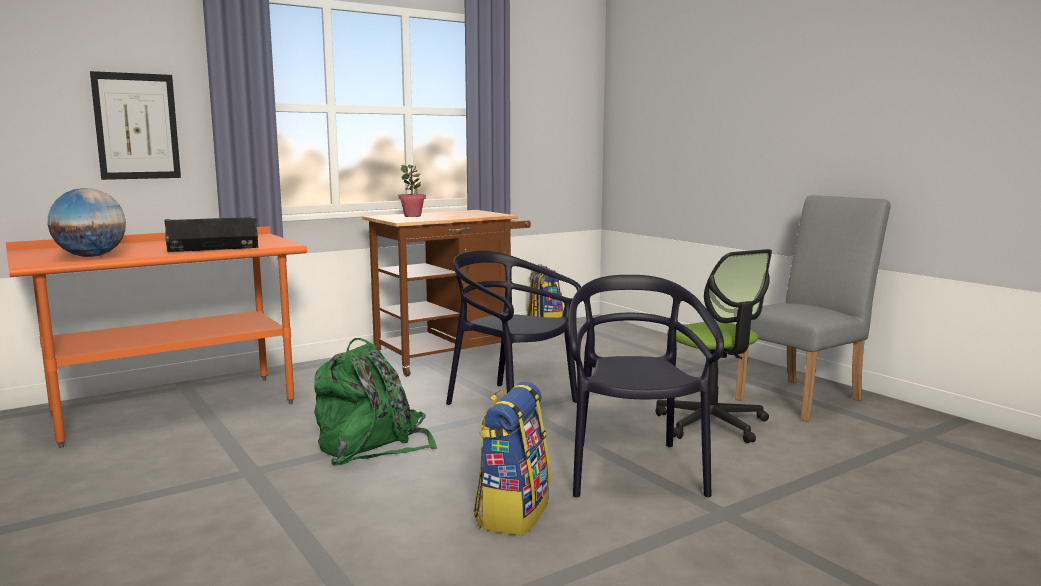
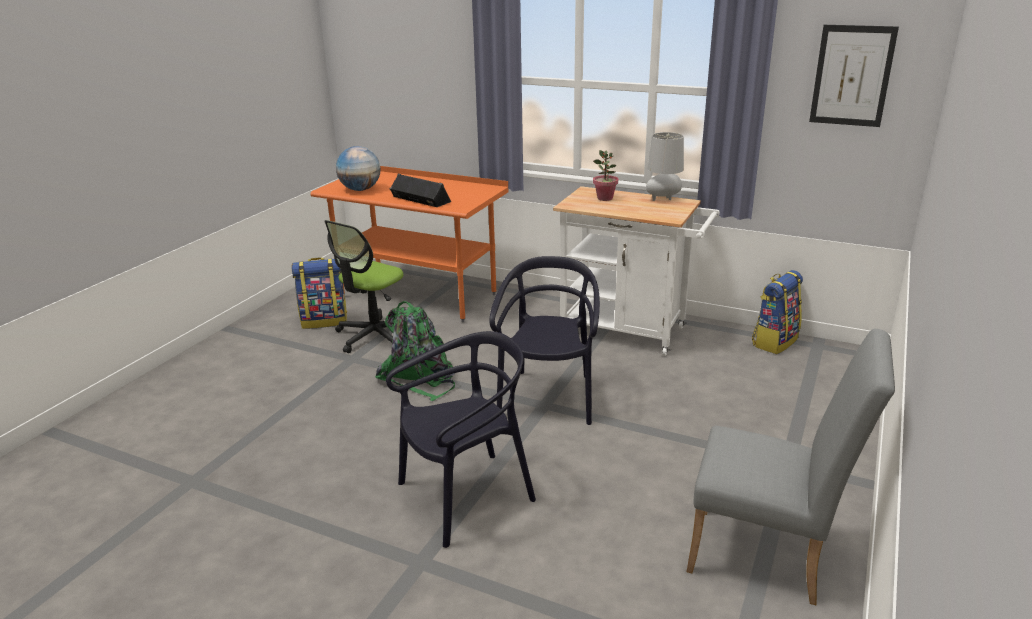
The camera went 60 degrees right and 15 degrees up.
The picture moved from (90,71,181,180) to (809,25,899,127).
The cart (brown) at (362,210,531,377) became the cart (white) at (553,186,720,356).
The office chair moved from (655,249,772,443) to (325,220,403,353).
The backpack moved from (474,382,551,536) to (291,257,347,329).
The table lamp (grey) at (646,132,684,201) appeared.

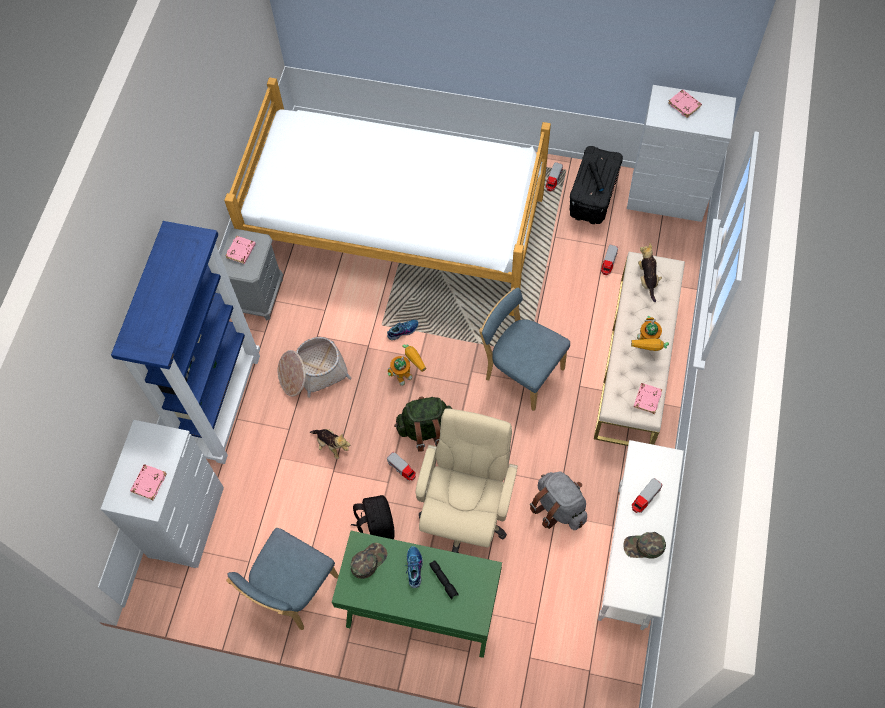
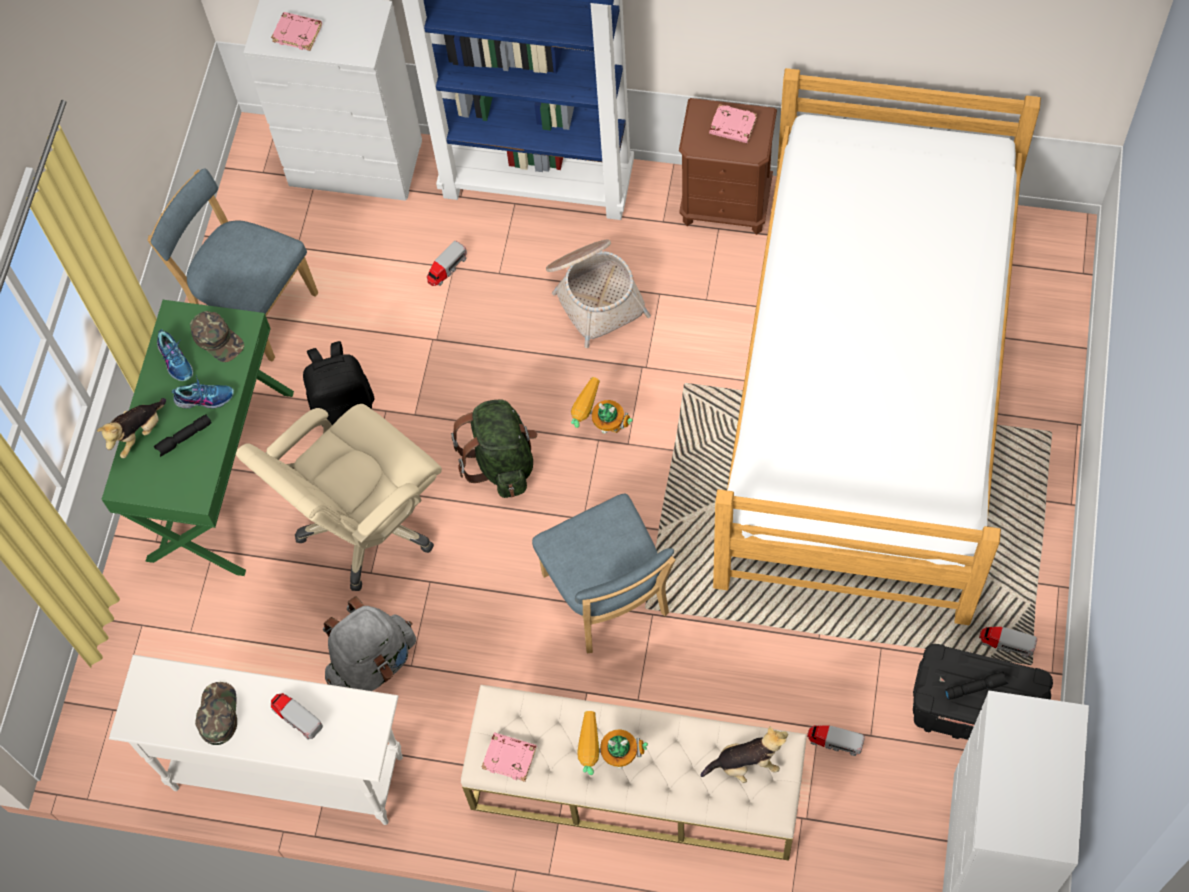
The camera went 90 degrees right and 0 degrees up.
The book (pink) at (668,89,702,118) disappeared.
The nightstand (grey) at (221,228,283,321) became the nightstand (brown) at (679,98,777,235).
The chair (blue) at (479,287,570,411) turned 120 degrees clockwise.
The shoe moved from (387,319,418,340) to (157,329,193,381).
The toy robot at (388,344,426,386) turned 150 degrees clockwise.
The office chair (beige) at (416,408,518,553) turned 120 degrees clockwise.
The plush toy moved from (310,429,350,459) to (97,398,166,458).
The toy truck moved from (387,452,416,481) to (427,241,467,286).

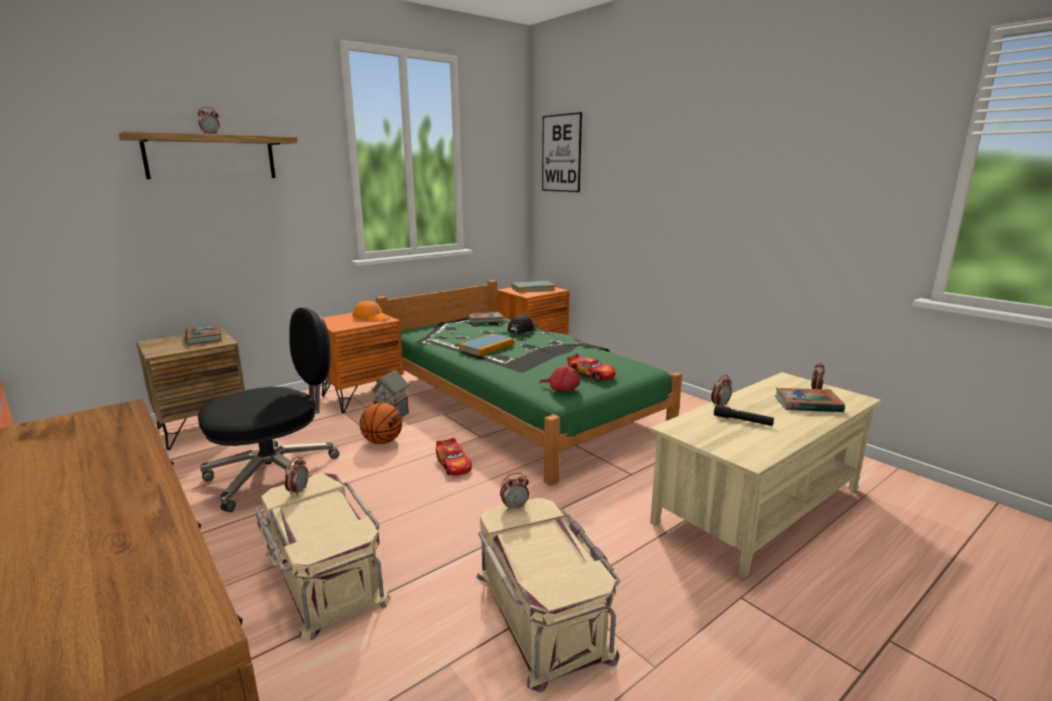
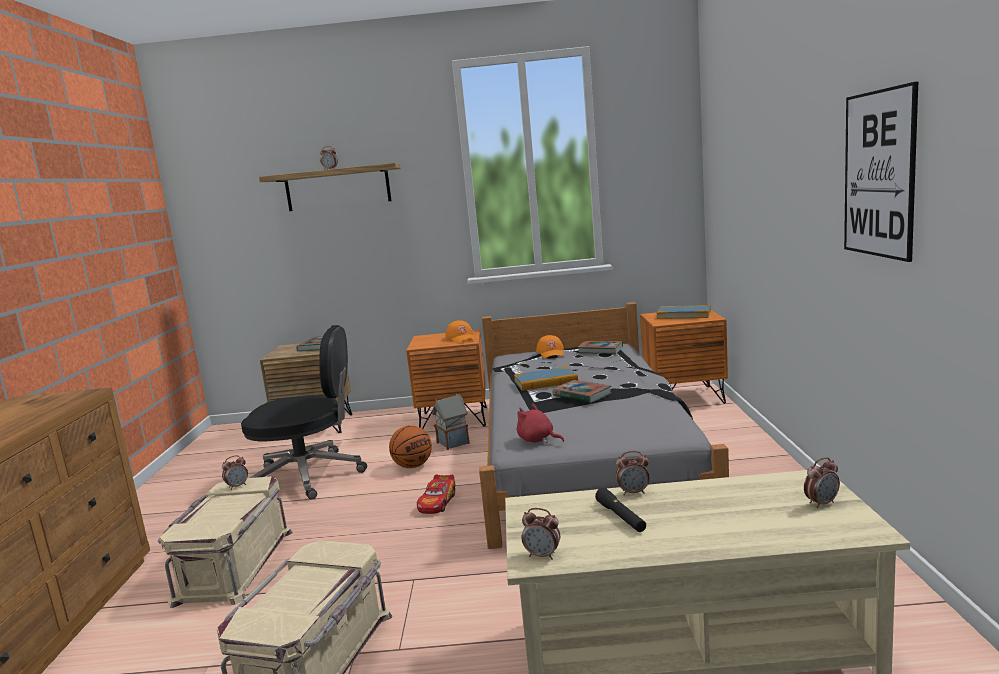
The camera went 40 degrees right and 5 degrees down.
The picture moved from (542,112,582,192) to (844,81,918,262).
The bed (green) at (376,280,682,486) became the bed (grey) at (479,302,729,549).
The cap (black) at (508,314,537,333) disappeared.
The toy car at (567,354,616,382) disappeared.
The plush toy (red) at (539,363,580,392) turned 150 degrees clockwise.
The book moved from (775,388,845,412) to (553,380,611,403).
The alarm clock moved from (500,473,529,511) to (521,508,560,560).
The cap (orange) at (536,335,564,358) appeared.

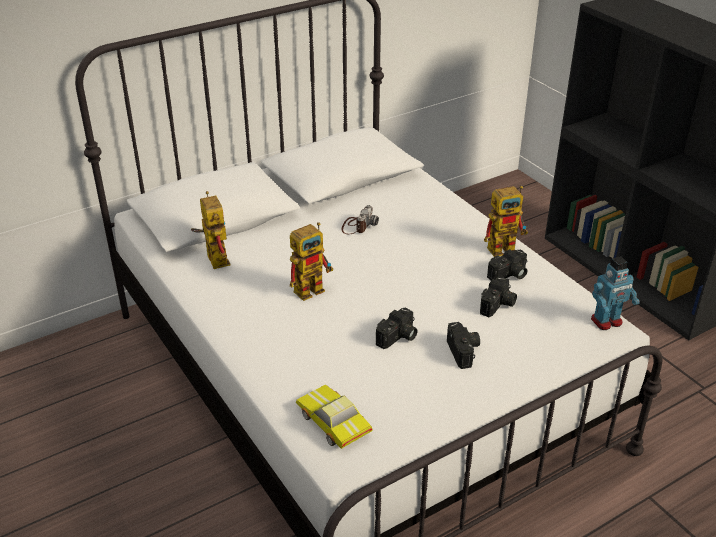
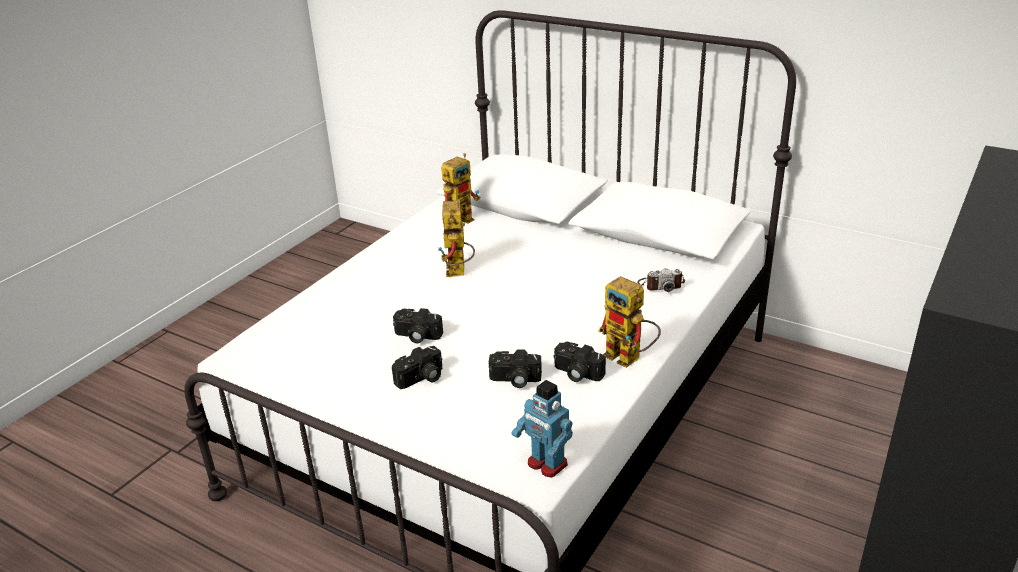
The camera went 65 degrees right and 5 degrees down.
The photo camera moved from (342,205,379,234) to (637,268,685,292).
The toy robot at (290,222,333,301) turned 60 degrees clockwise.
The toy car at (296,384,373,449) disappeared.

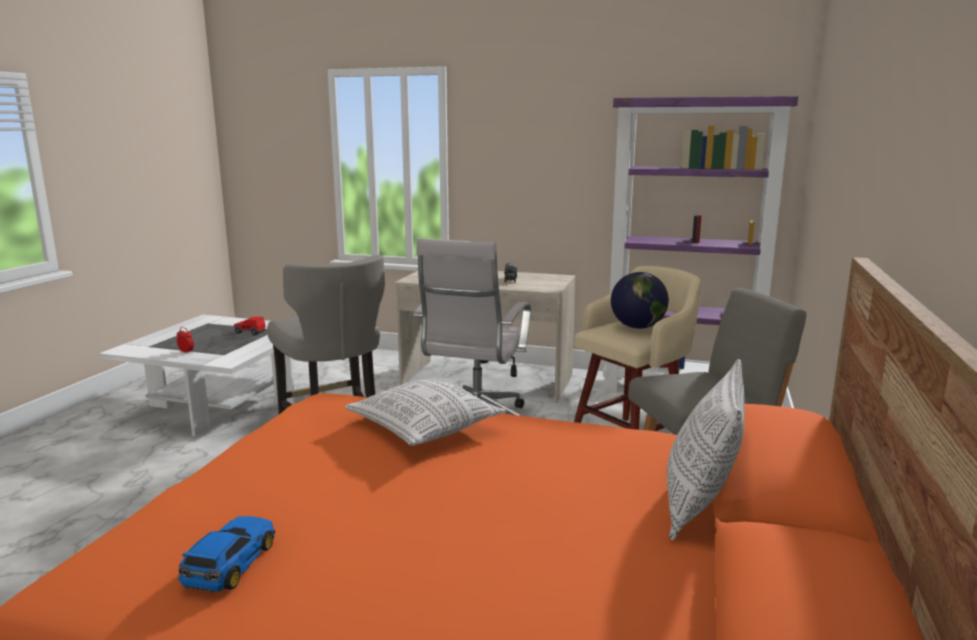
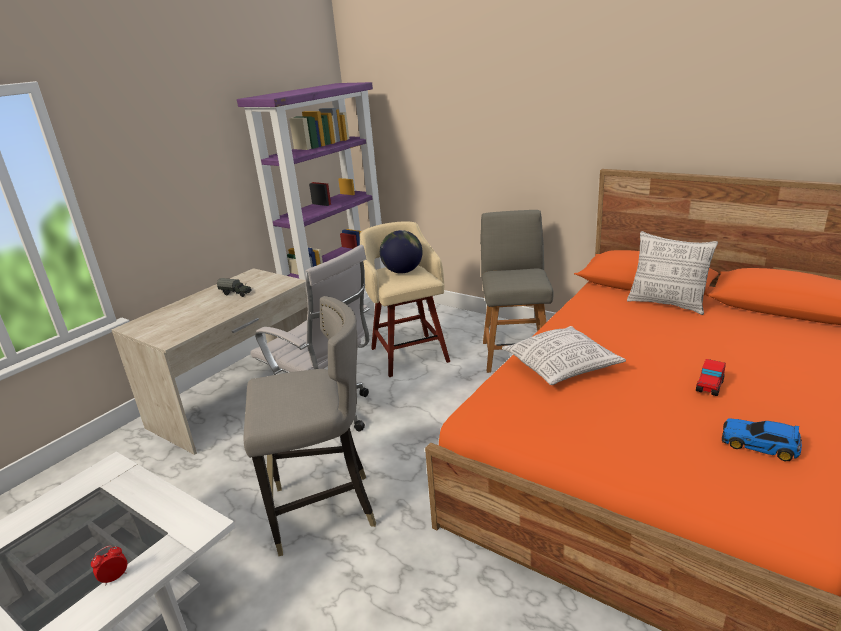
The camera went 70 degrees left and 10 degrees up.
The toy car moved from (234,316,266,335) to (696,359,726,396).

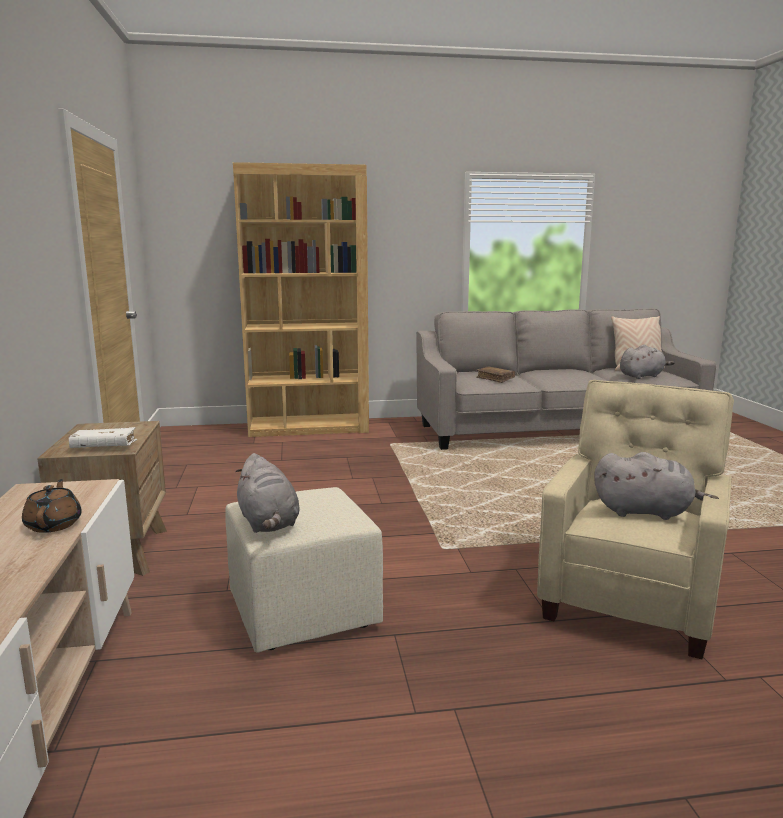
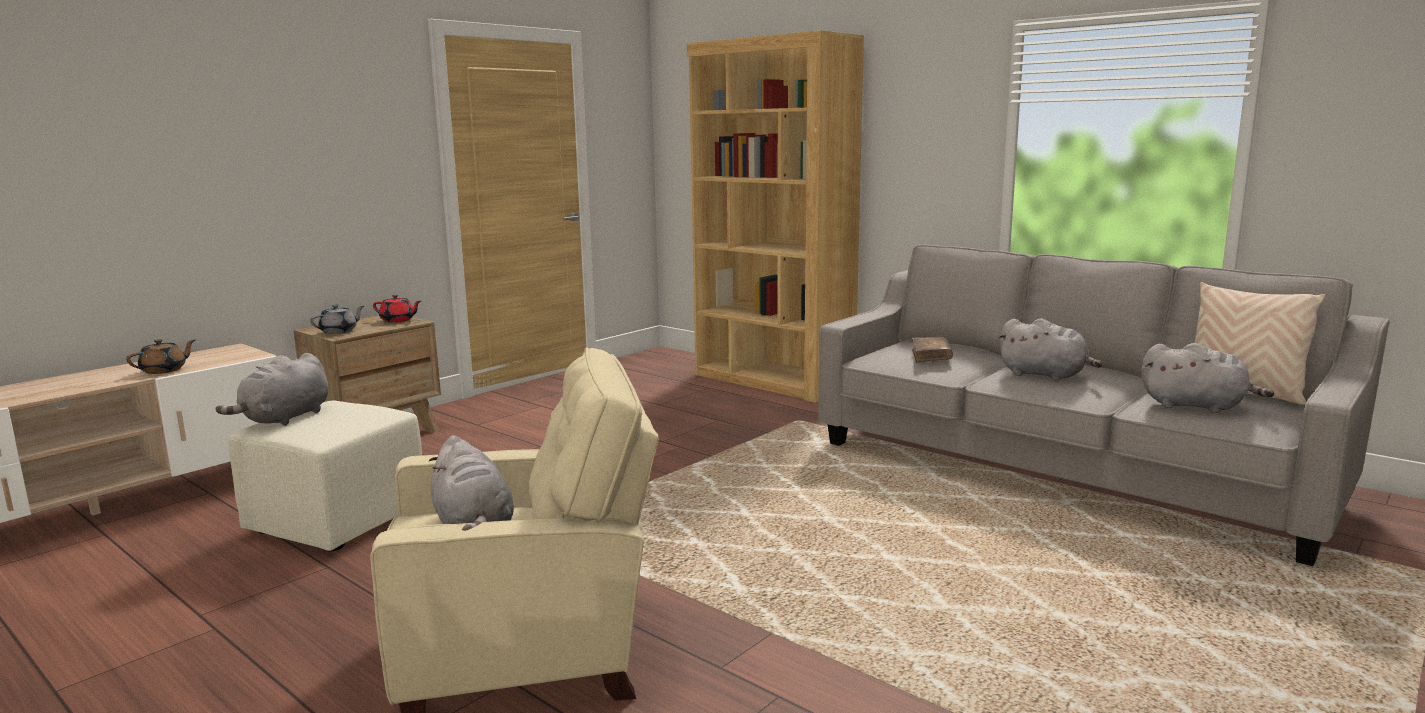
The camera went 50 degrees right and 0 degrees up.
The book (white) at (68,427,137,448) was replaced by the teapot (grey) at (310,304,364,334).
The teapot (red) at (373,294,421,323) appeared.
The plush toy (grey) at (998,318,1102,381) appeared.

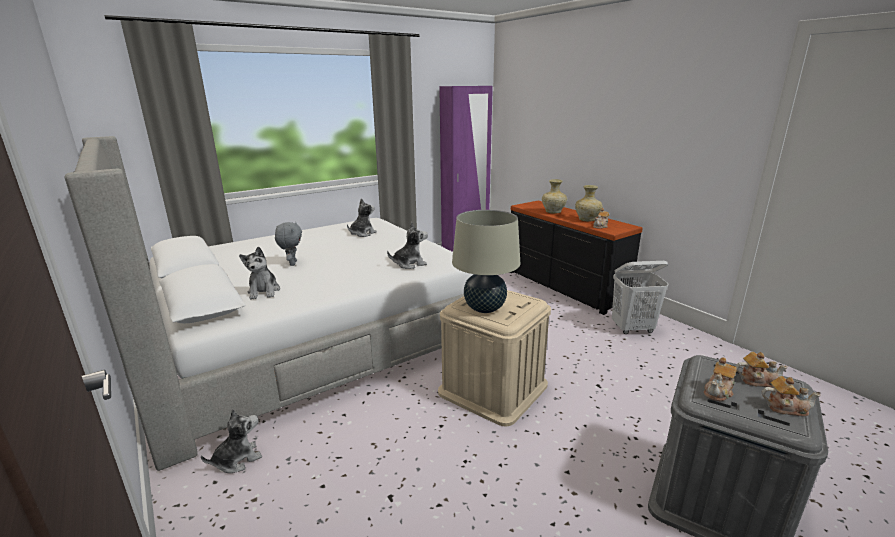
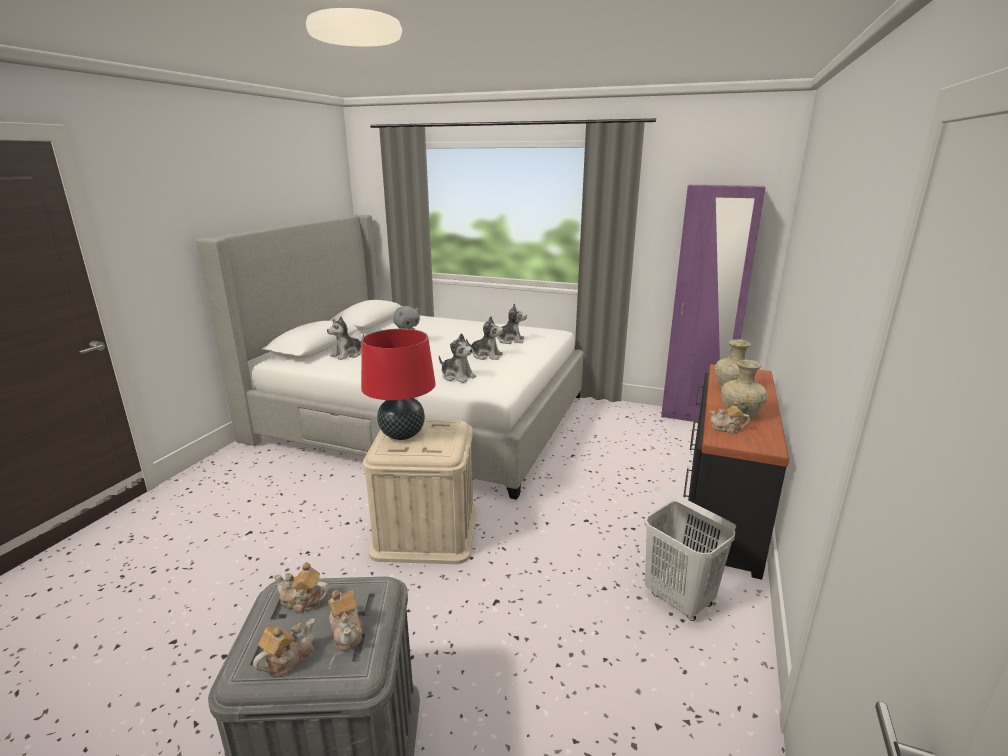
The camera went 55 degrees right and 0 degrees up.
The table lamp (beige) at (452,210,520,313) became the table lamp (red) at (361,329,436,440).
The teapot at (761,376,821,416) turned 120 degrees counterclockwise.
The plush toy moved from (201,409,262,473) to (466,316,504,360).

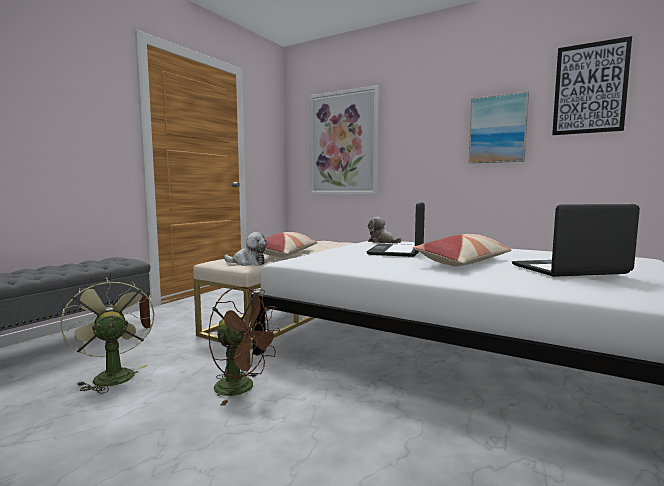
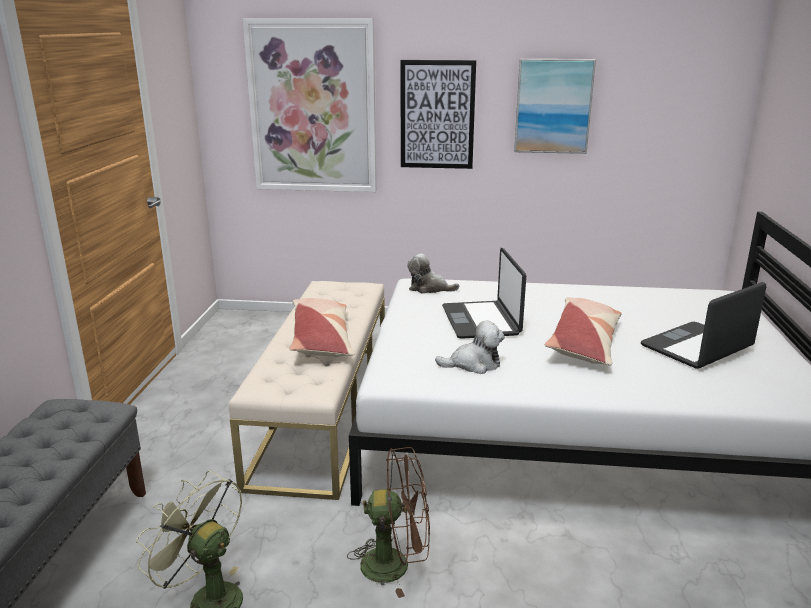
The camera went 25 degrees left and 15 degrees up.
The picture moved from (552,36,632,135) to (400,60,476,169).
The plush toy moved from (224,232,267,266) to (435,321,505,374).

